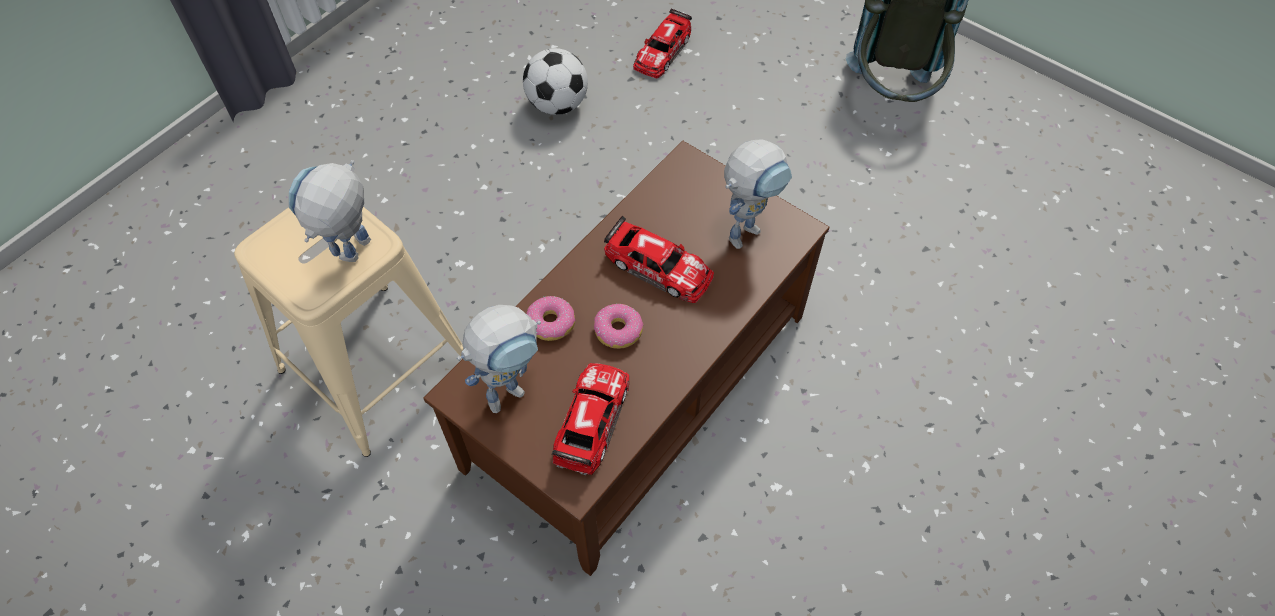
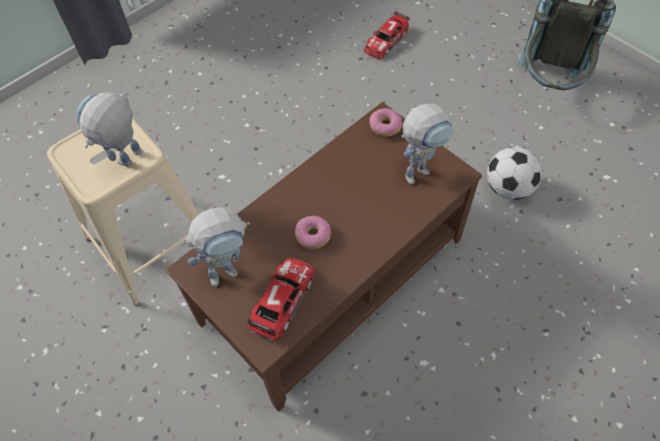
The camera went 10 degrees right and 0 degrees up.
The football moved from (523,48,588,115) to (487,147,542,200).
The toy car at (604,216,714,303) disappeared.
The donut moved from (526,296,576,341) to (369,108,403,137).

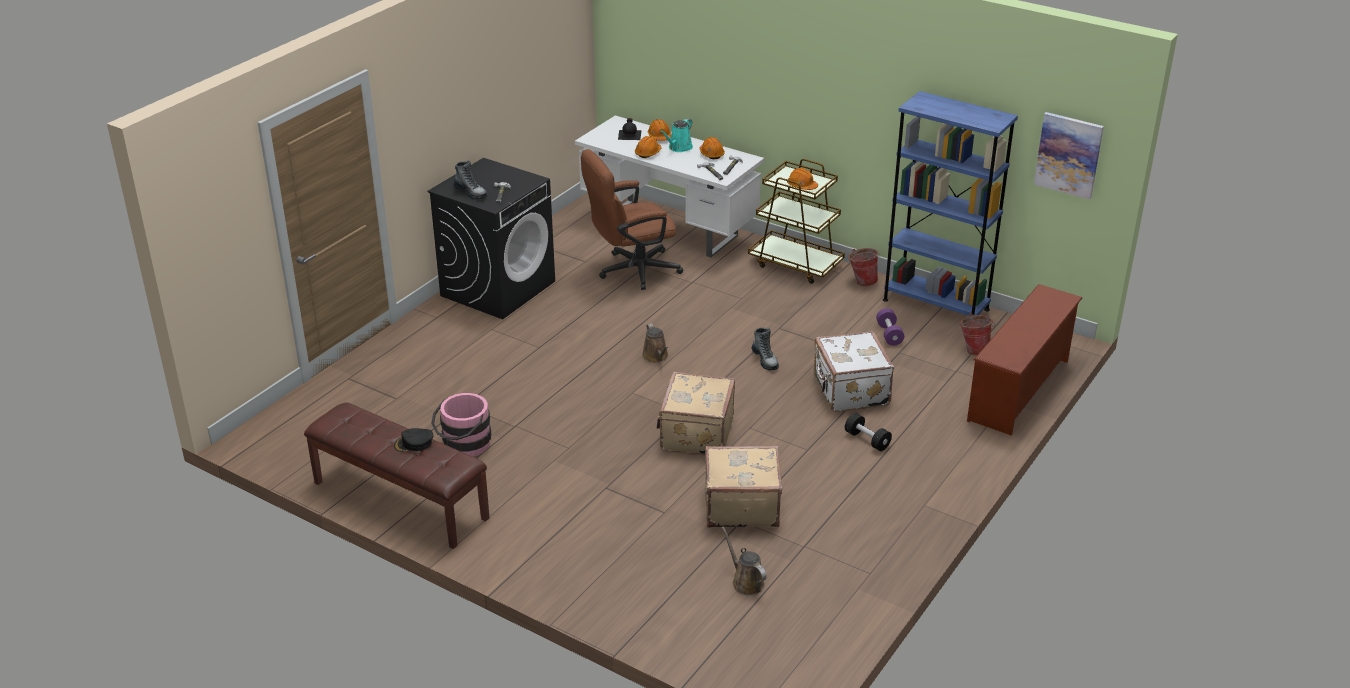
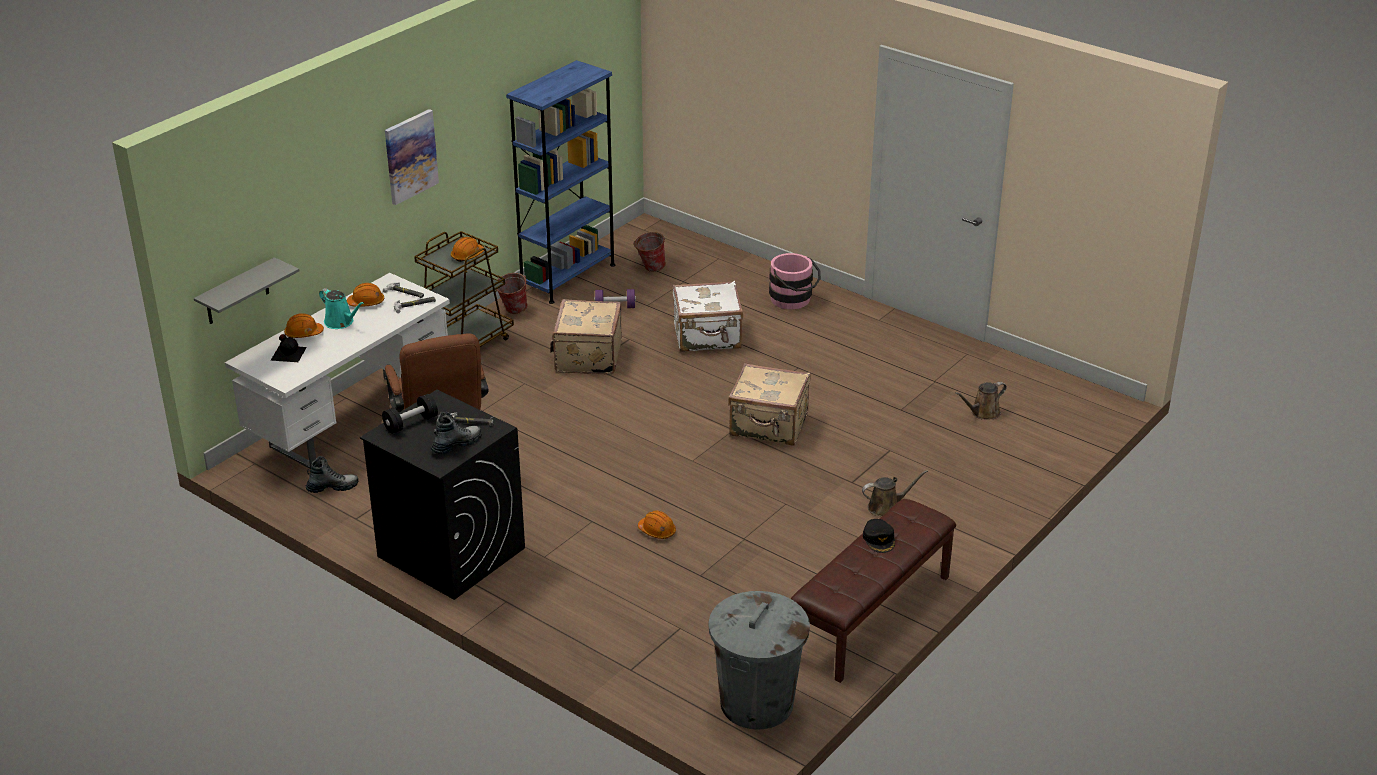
The camera went 85 degrees left and 0 degrees up.
The picture moved from (1034,112,1104,199) to (385,109,439,205).
The hard hat (orange) moved from (635,136,662,158) to (638,511,676,539).
The shoe rack (brown) at (967,284,1082,435) disappeared.
The watering can (brown) moved from (642,323,669,363) to (862,470,928,517).
The boot moved from (752,327,779,370) to (306,456,358,493).
The bucket (pink) moved from (431,393,491,457) to (769,253,821,309).
The dumbbell (black) moved from (845,413,892,451) to (382,394,438,434).
The suitcase (beige) moved from (705,446,782,528) to (550,299,622,374).
The shelf (grey) at (194,257,299,324) appeared.
The trash can (grey) at (709,591,810,729) appeared.

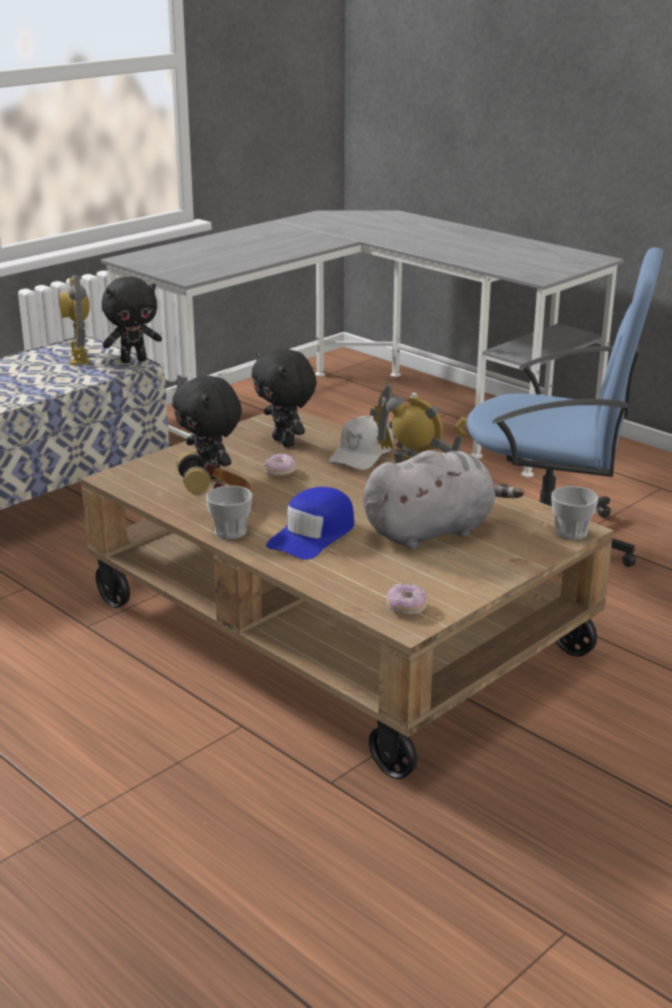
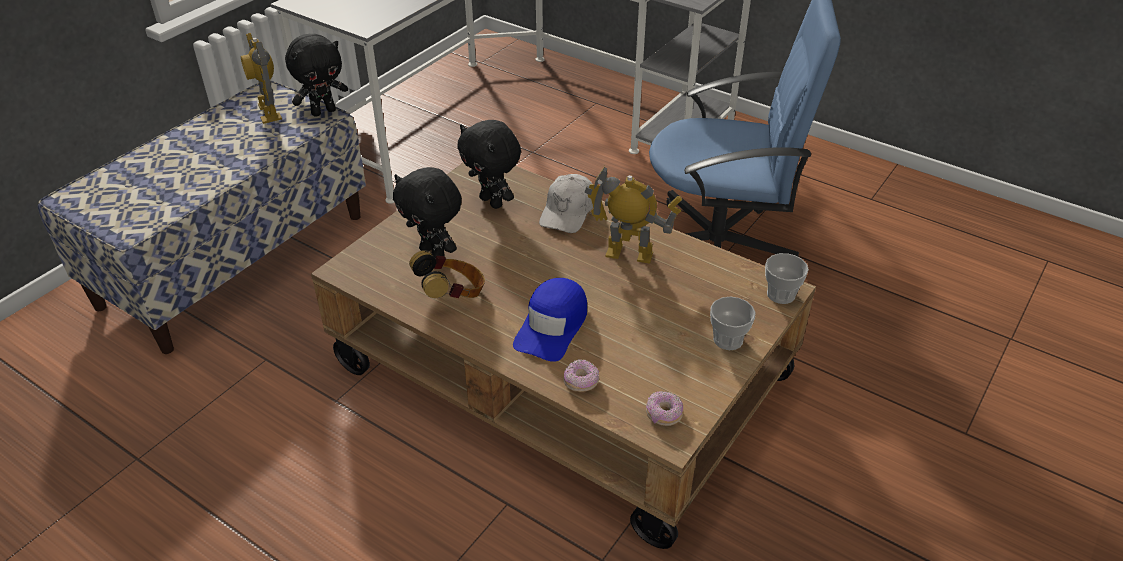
The camera went 10 degrees left and 15 degrees up.
The plush toy (grey) at (363,450,524,549) disappeared.
The donut moved from (264,453,296,476) to (563,359,599,392).
The cup moved from (206,486,252,539) to (710,297,756,350).

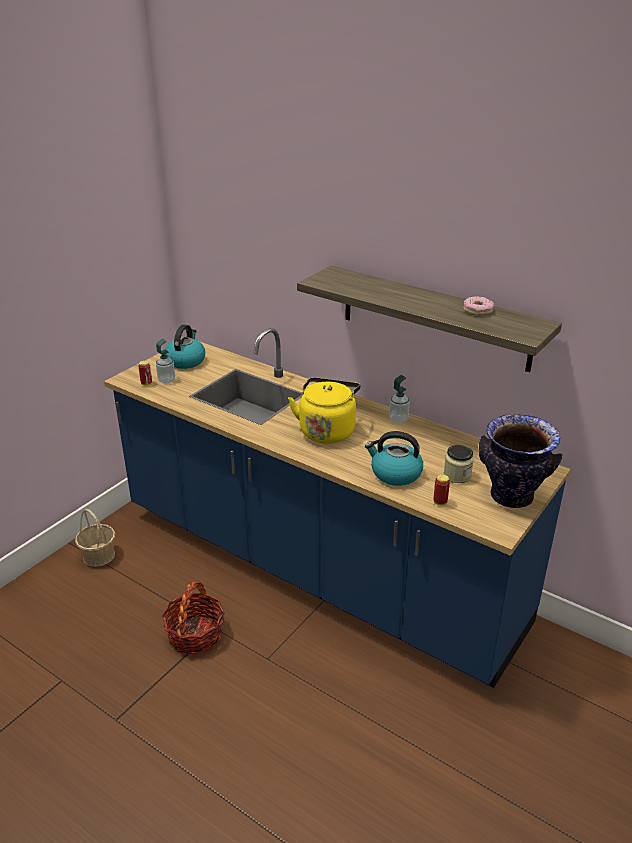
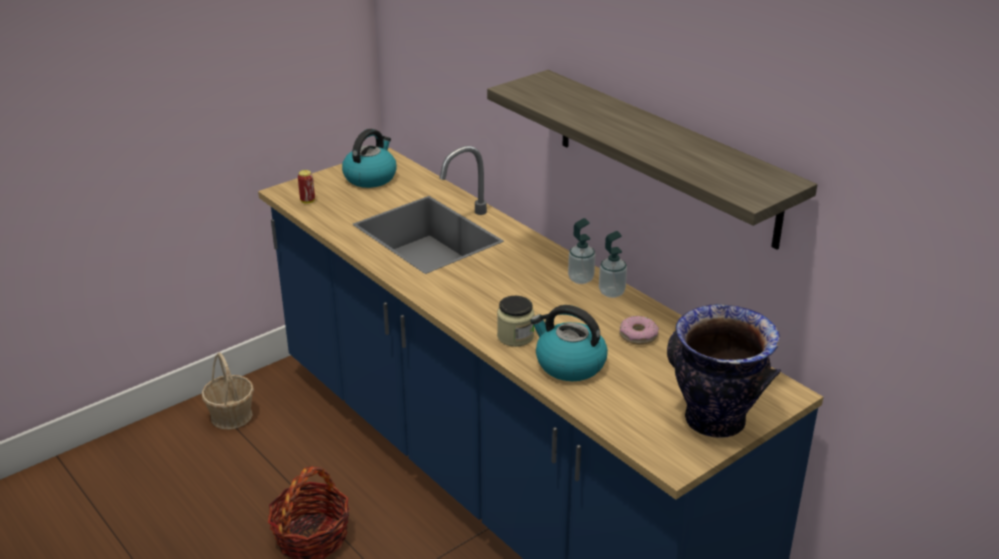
The camera went 15 degrees right and 0 degrees up.
The donut moved from (463,296,494,316) to (619,316,659,345).
The soap dispenser moved from (156,339,175,384) to (568,218,595,284).
The kettle (yellow) at (288,377,361,444) disappeared.
The jar moved from (444,445,474,483) to (497,296,534,347).
The can at (433,474,450,506) disappeared.

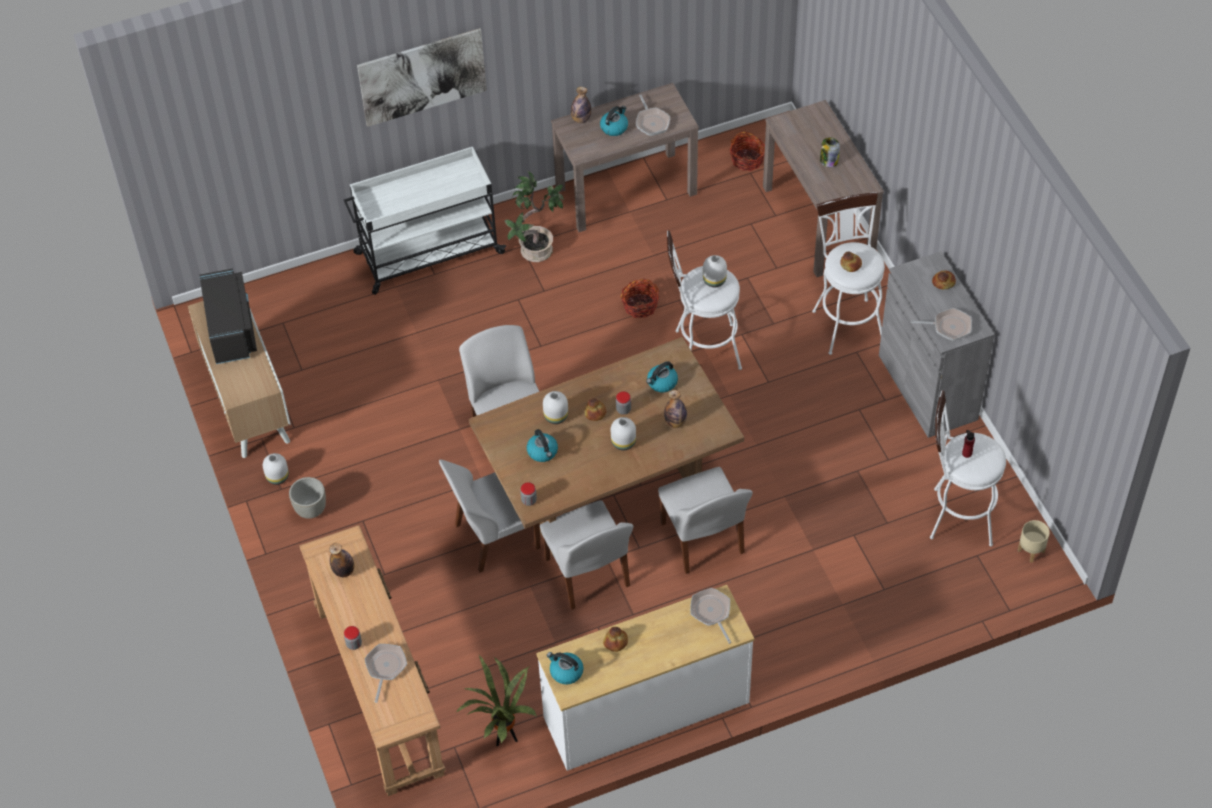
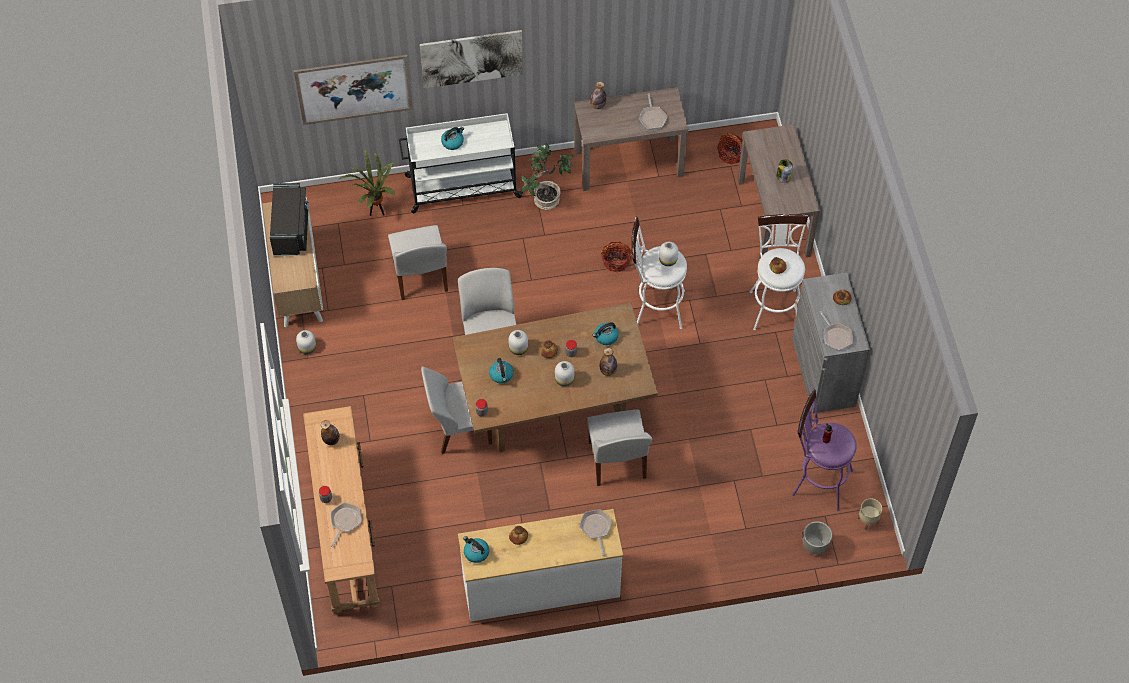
The camera went 10 degrees right and 5 degrees up.
The kettle moved from (600,106,628,136) to (441,127,464,150).
The frying pan at (911,308,972,341) turned 45 degrees clockwise.
The stool (white) at (930,390,1006,546) became the stool (purple) at (792,389,857,511).
The planter (grey) moved from (289,477,326,519) to (803,521,832,554).
The chair (white) moved from (540,500,633,610) to (388,225,448,300).
The potted plant moved from (456,655,537,746) to (339,148,397,216).
The picture at (294,55,413,125) appeared.

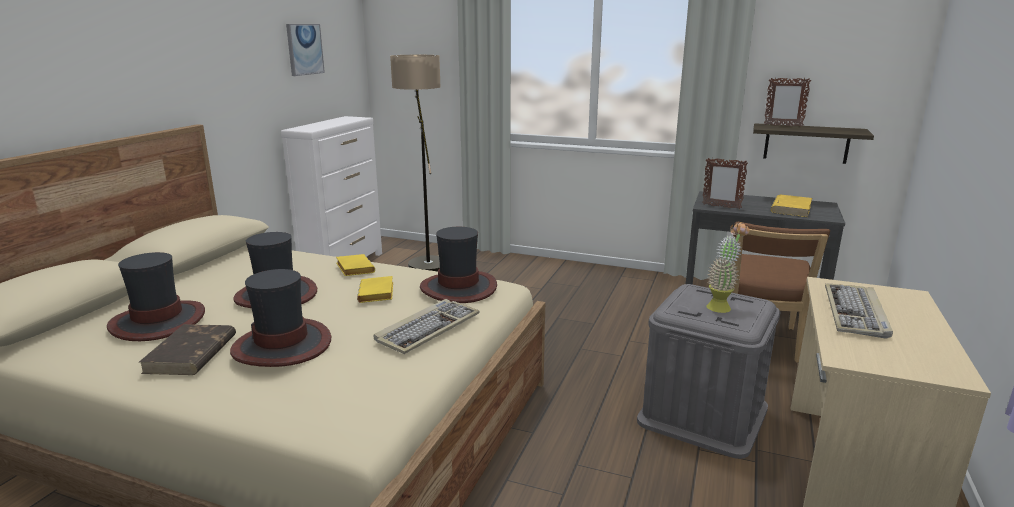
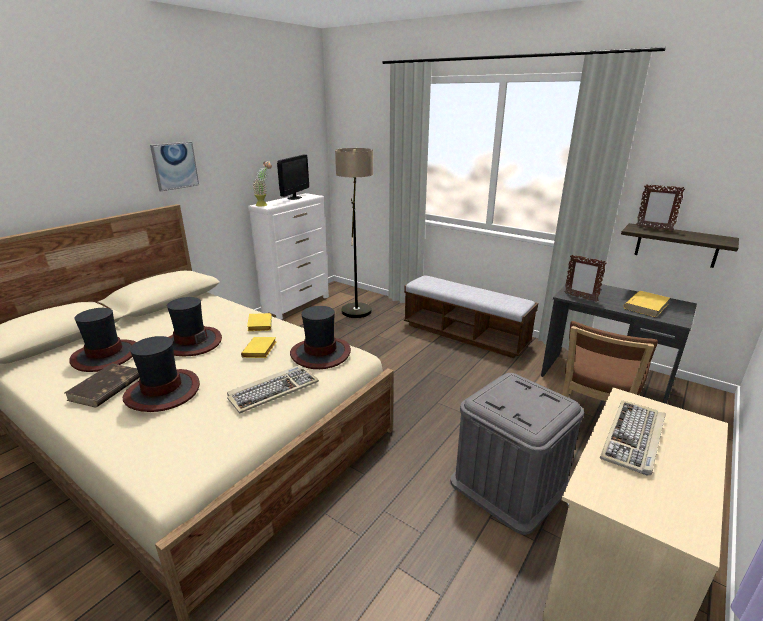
The camera went 15 degrees right and 5 degrees up.
The picture moved from (286,24,325,76) to (150,142,199,191).
The potted plant moved from (707,222,750,313) to (253,161,272,206).
The monitor at (277,155,309,200) appeared.
The bench at (404,275,538,358) appeared.

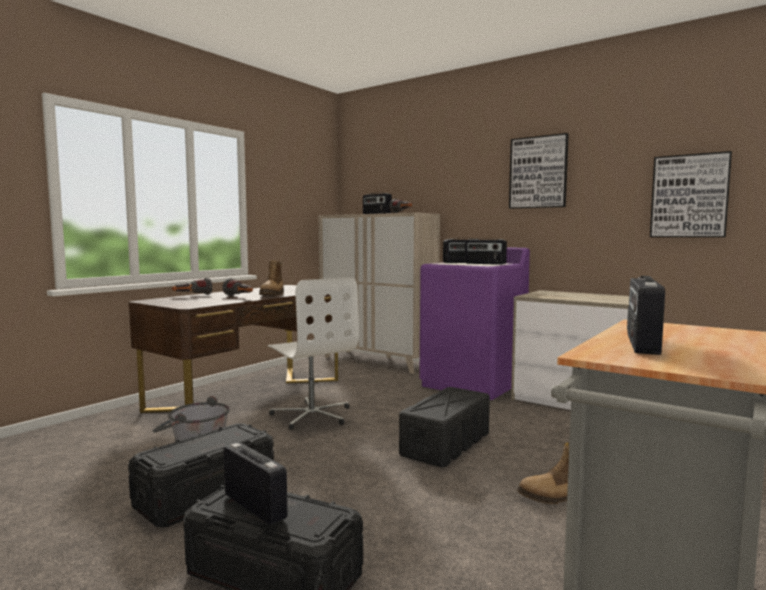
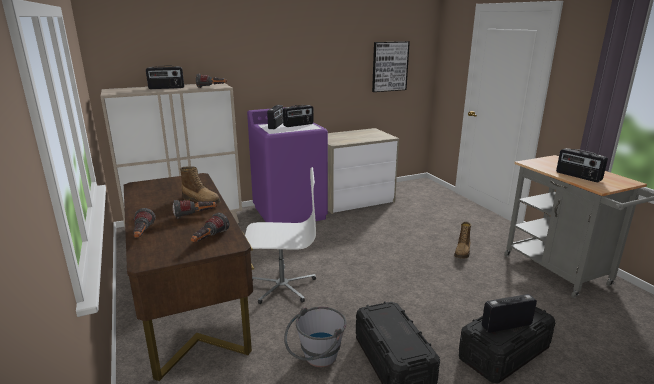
The camera went 60 degrees left and 15 degrees up.
The picture at (509,133,569,209) disappeared.
The storage box (black) at (399,387,490,467) disappeared.
The flashlight at (191,213,229,242) appeared.

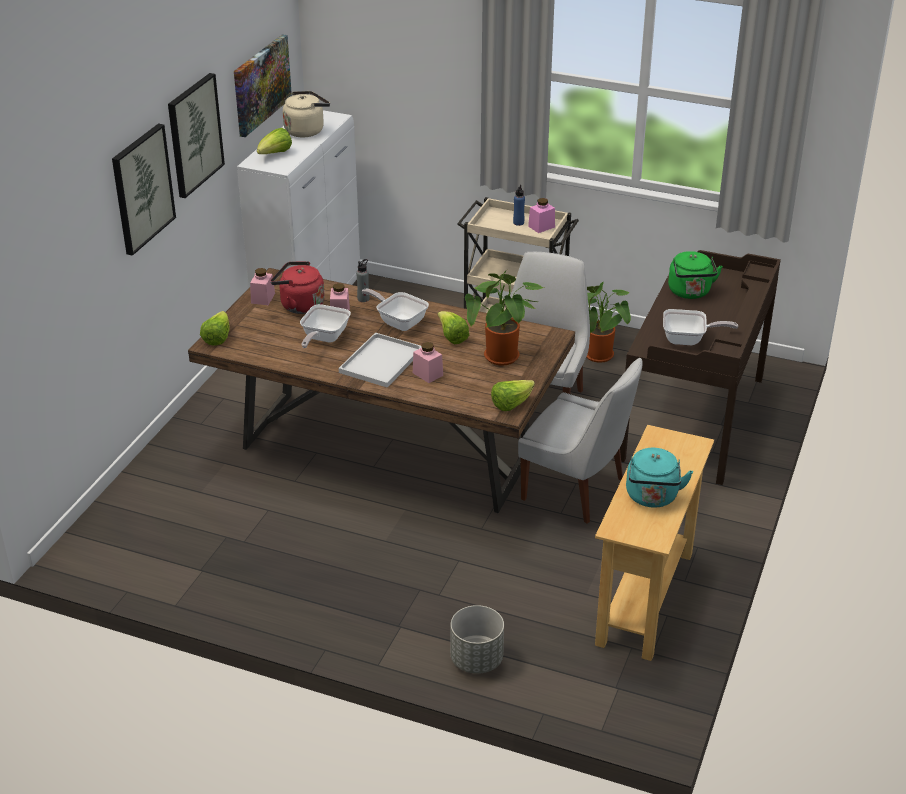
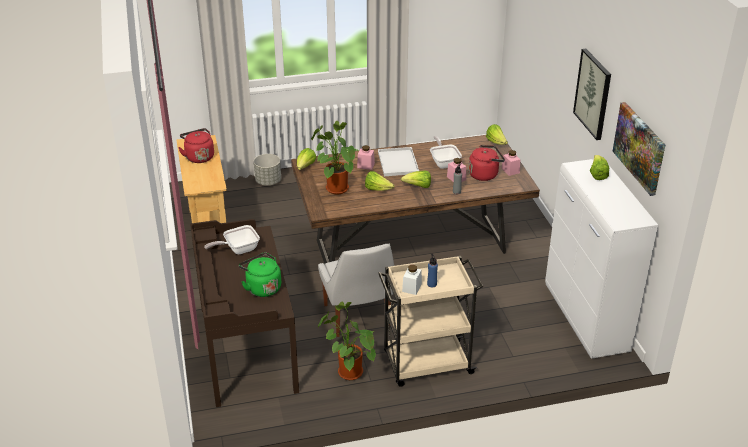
The camera went 145 degrees right and 0 degrees up.
The kettle (beige) at (283,91,330,138) disappeared.
The picture at (112,124,176,256) disappeared.
The jar (pink) at (528,198,555,233) became the jar (white) at (402,265,422,295).
The frying pan at (362,289,429,331) was replaced by the lettuce at (401,171,431,188).
The chair (white) at (518,358,643,524) disappeared.
The kettle (turquoise) at (626,448,693,507) became the kettle (red) at (178,128,214,163).

